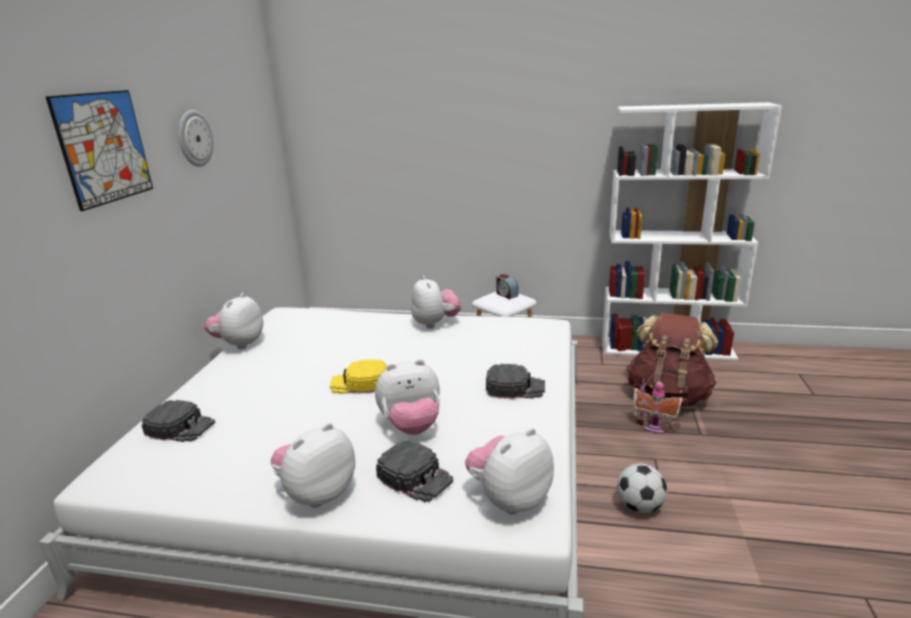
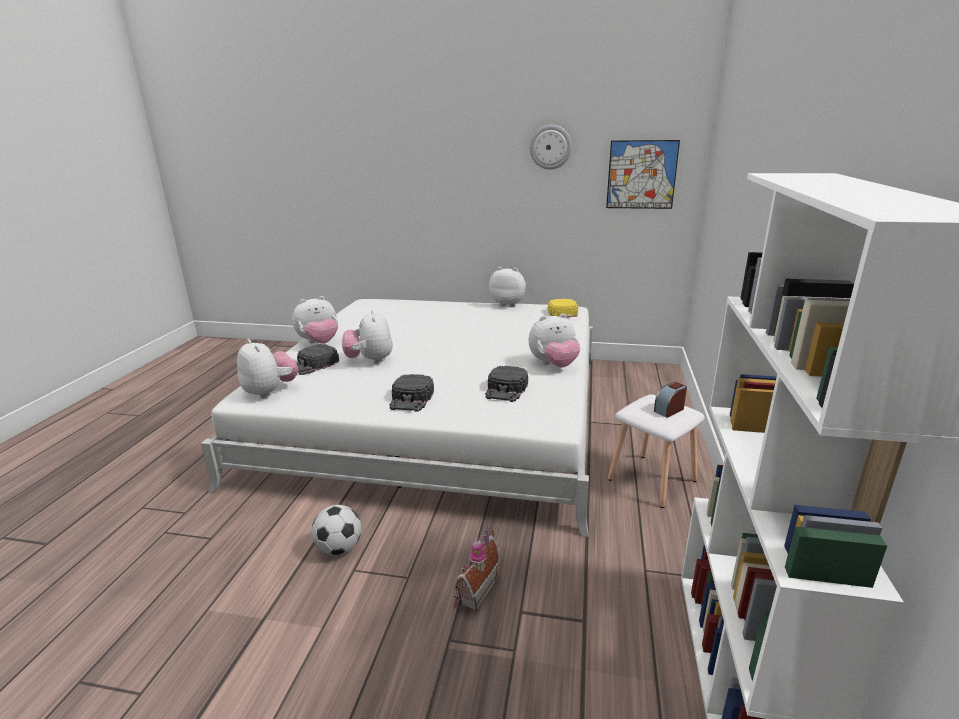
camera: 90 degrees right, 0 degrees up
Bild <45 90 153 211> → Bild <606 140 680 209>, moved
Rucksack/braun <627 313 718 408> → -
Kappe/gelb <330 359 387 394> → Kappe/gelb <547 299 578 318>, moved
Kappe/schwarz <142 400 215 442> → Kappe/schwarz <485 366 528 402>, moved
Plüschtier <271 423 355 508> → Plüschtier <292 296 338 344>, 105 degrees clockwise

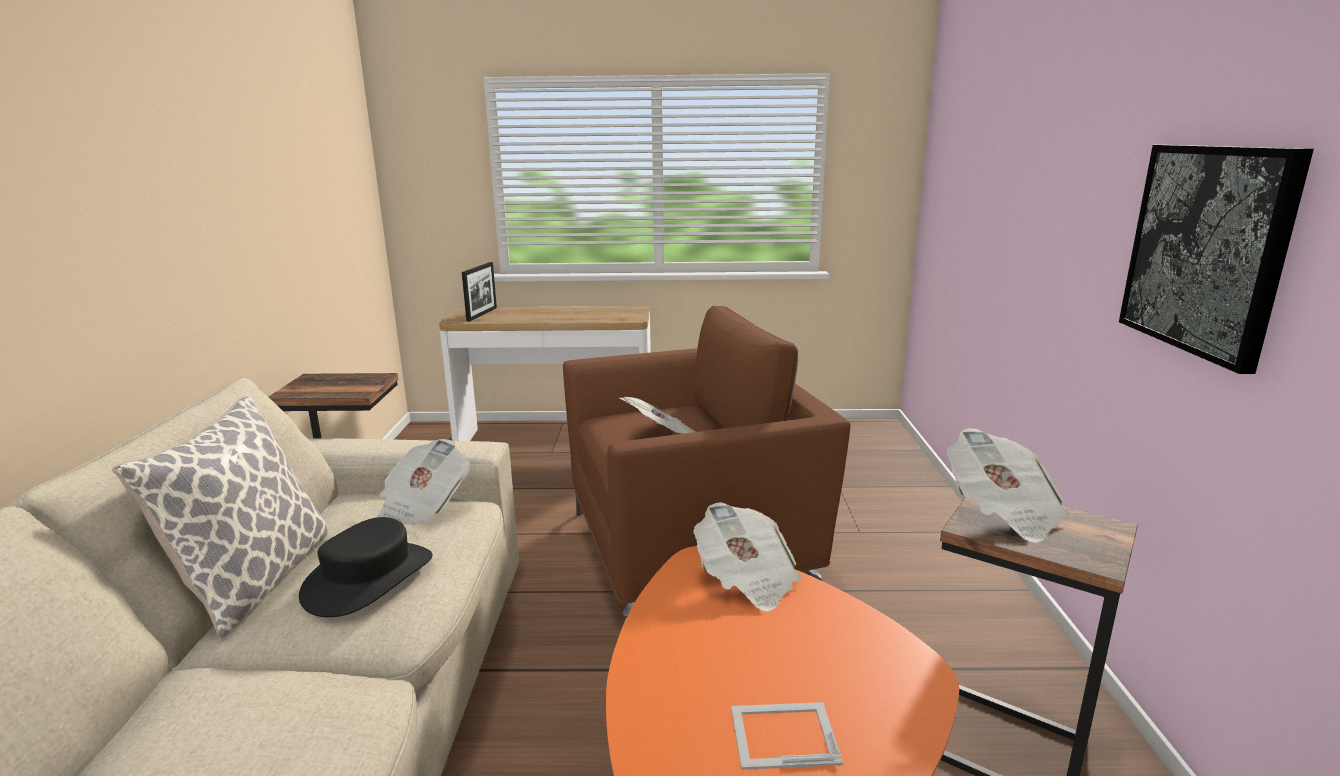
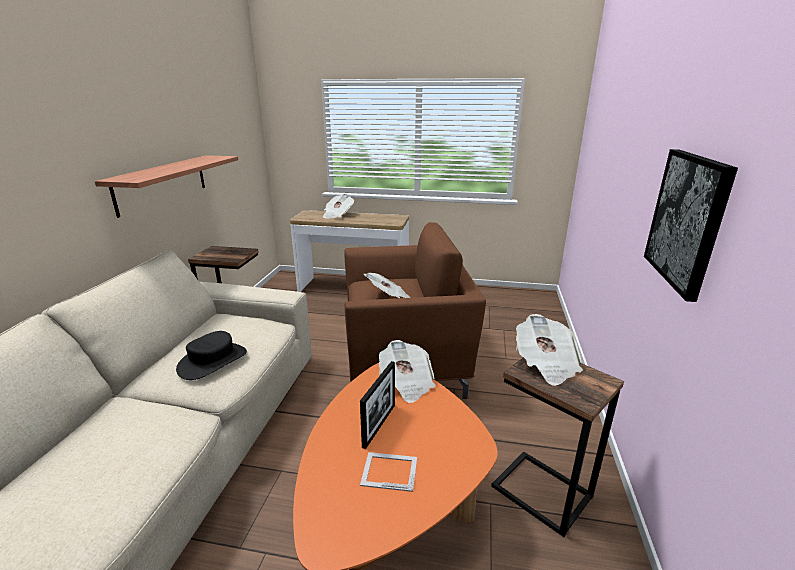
camera: 10 degrees right, 5 degrees up
Bilderrahmen <462 262 497 321> → Bilderrahmen <360 361 395 449>, moved
Kissen <112 395 329 637> → -
Zeitung <376 439 470 525> → Zeitung <323 194 354 218>, moved
- → Wandregal <95 155 238 218>

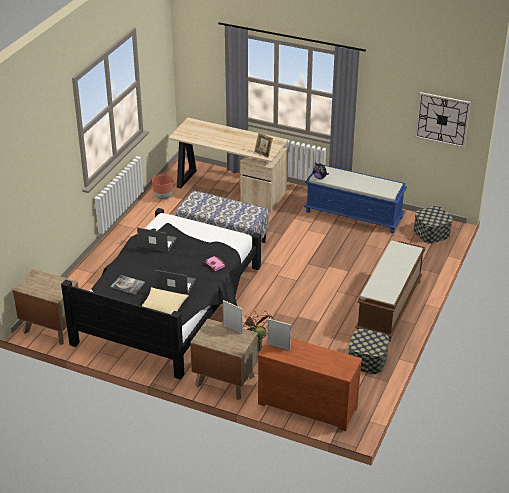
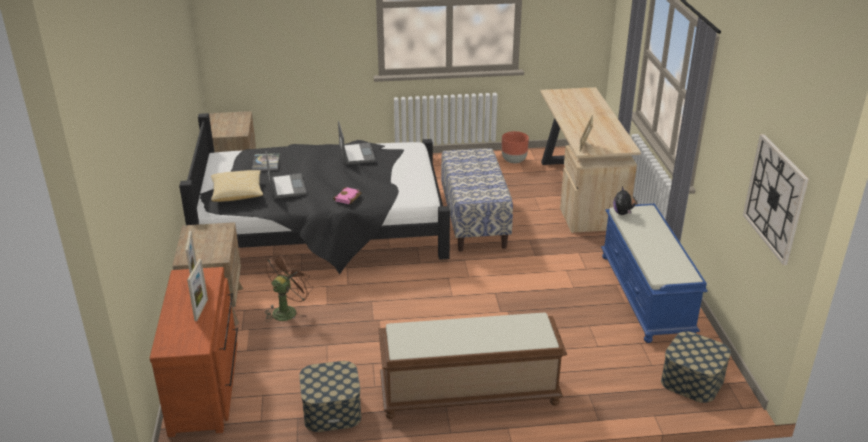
camera: 60 degrees right, 5 degrees down
Bilderrahmen <223 300 243 334> → Bilderrahmen <187 259 208 321>, moved

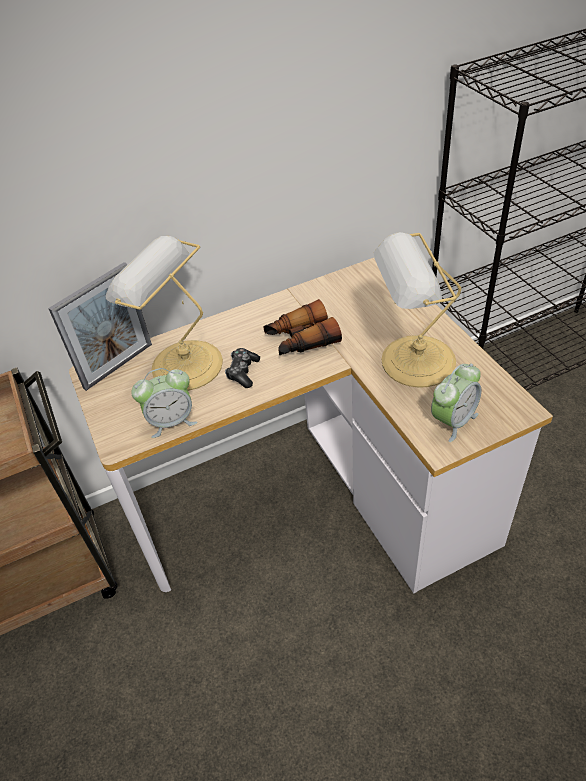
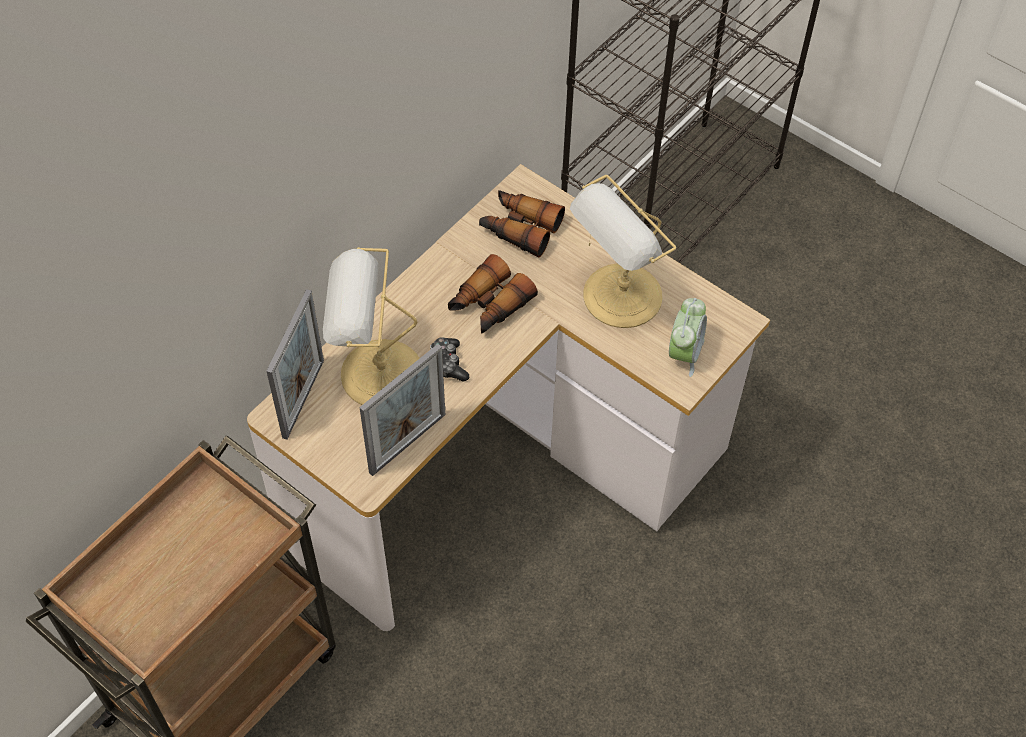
camera: 30 degrees left, 10 degrees up
Wecker <131 368 198 438> → Bilderrahmen <359 344 445 476>
- → Fernglas <479 190 565 258>

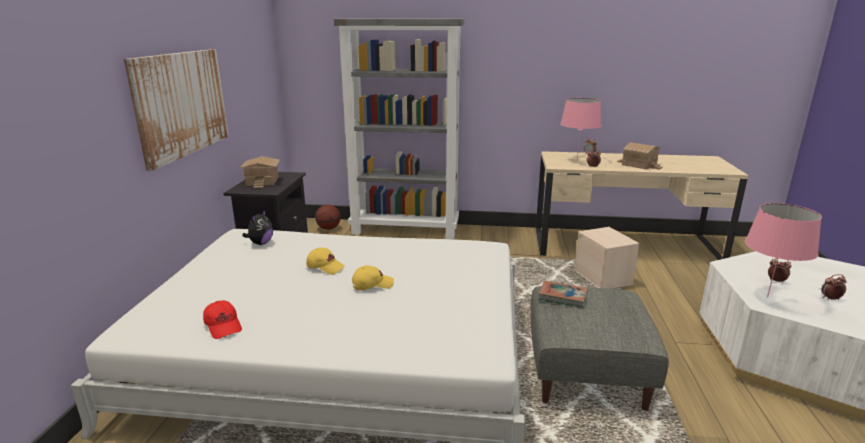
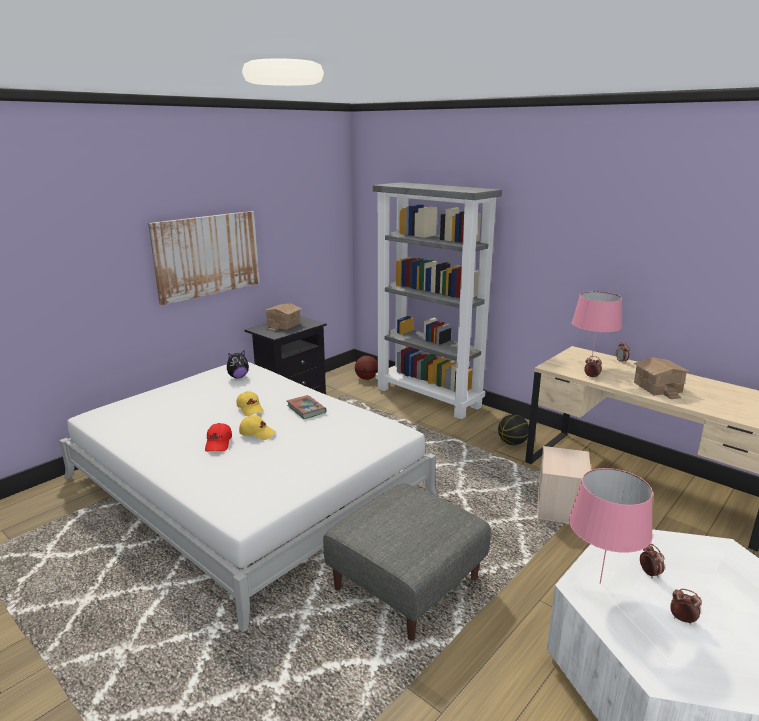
camera: 35 degrees right, 0 degrees up
Buch <539 281 588 308> → Buch <287 395 327 419>, moved
Kappe/rot <203 300 242 339> → Kappe/rot <205 423 232 452>, moved
- → Basketball <498 414 529 445>

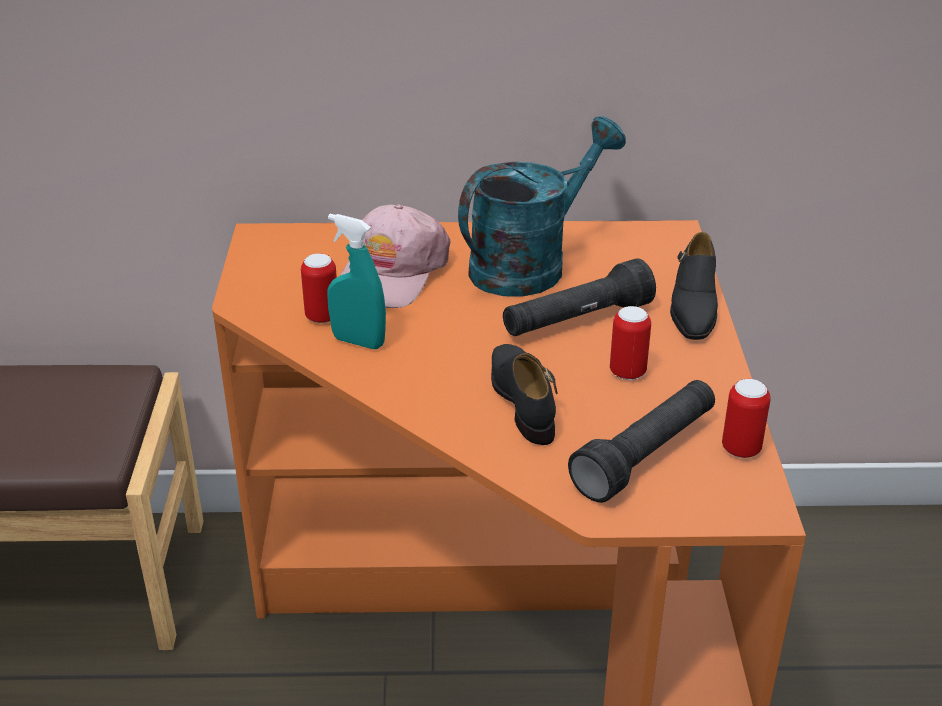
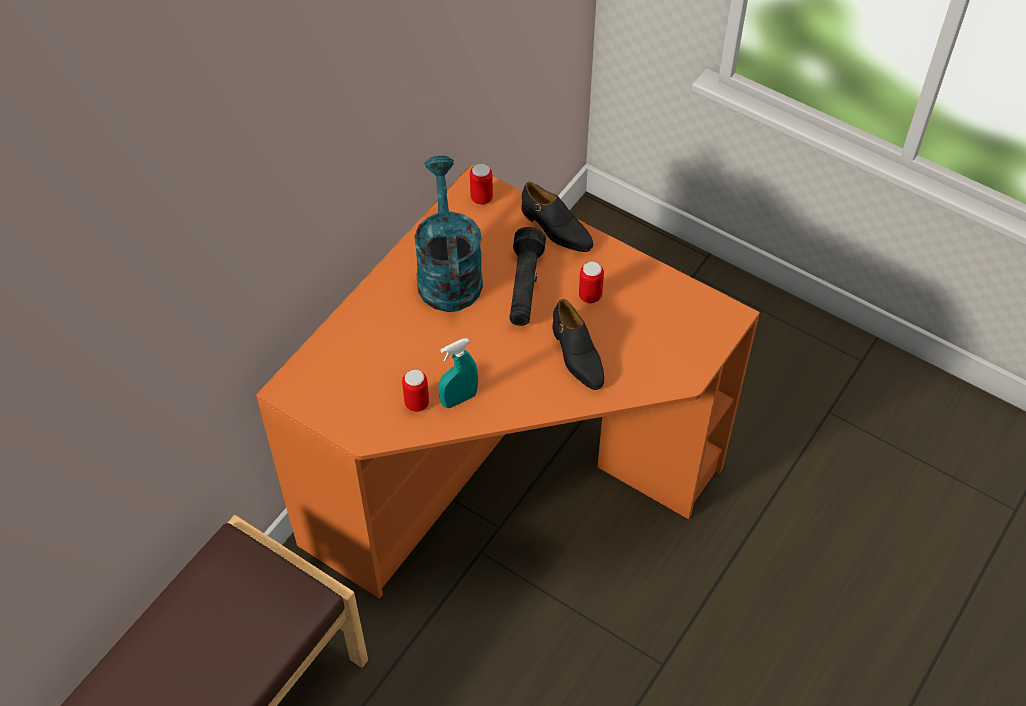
camera: 55 degrees left, 20 degrees up
Kappe/rosa <341 204 451 308> → -
Schuh/schwarz <491 344 557 445> → Schuh/schwarz <553 299 604 390>, 135 degrees counterclockwise
Dose <722 379 771 458> → Dose <470 163 493 205>, moved
Taschenlampe/schwarz <568 380 715 503> → -

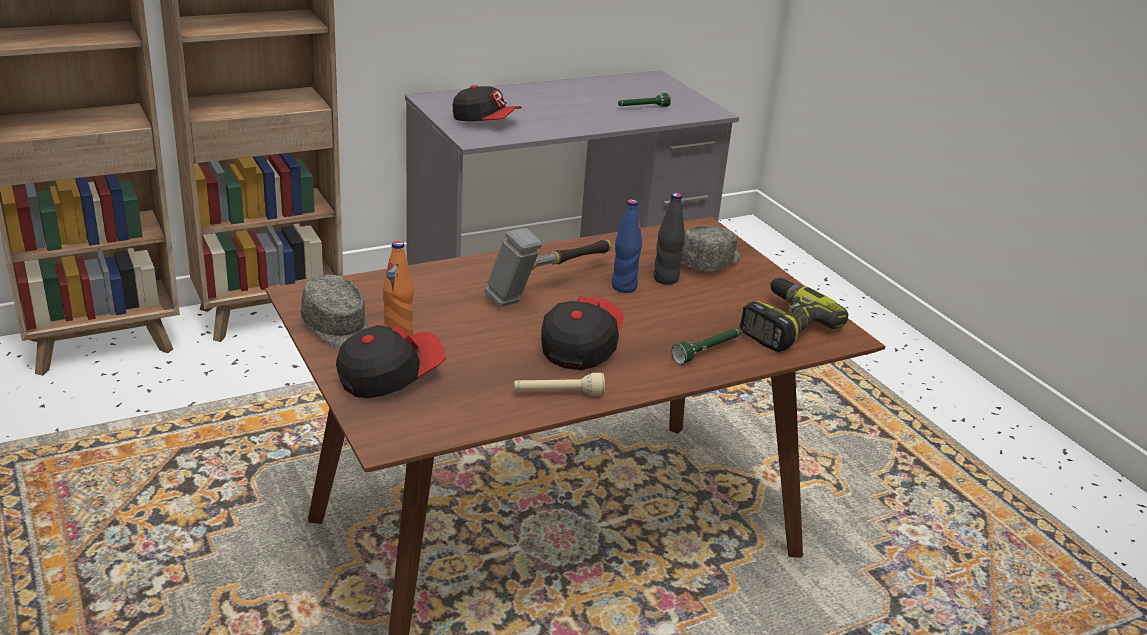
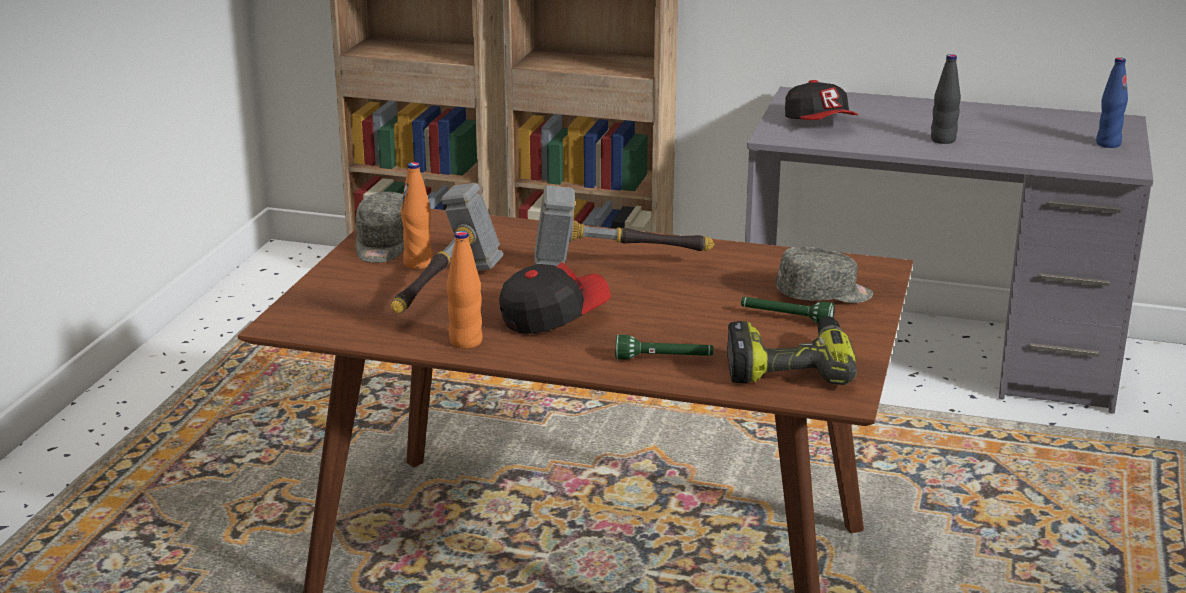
camera: 45 degrees right, 5 degrees down
Taschenlampe/grün <618 93 671 107> → Taschenlampe/grün <741 297 835 324>, moved
Flasche/schwarz <653 193 685 284> → Flasche/schwarz <931 54 961 144>, moved
Flasche/blau <612 199 642 293> → Flasche/blau <1096 57 1128 148>, moved
Kappe <336 324 446 398> → -
Taschenlampe/beige <514 373 605 395> → Flasche/orange <447 231 483 349>
- → Hammer <391 183 503 313>

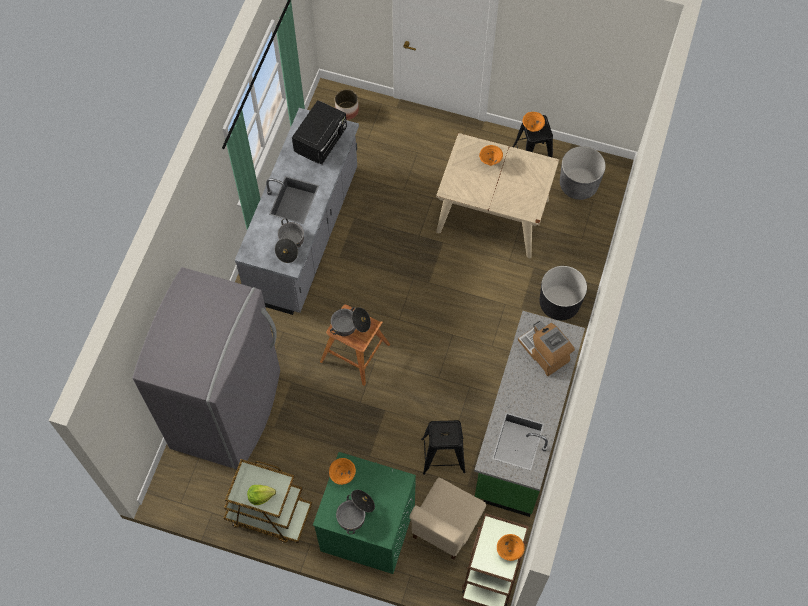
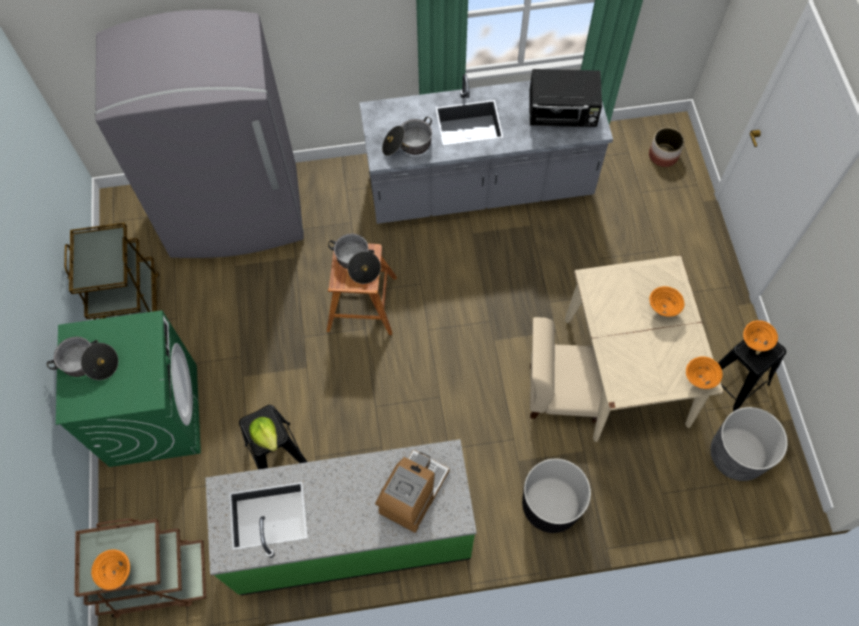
camera: 65 degrees right, 0 degrees up
Schüssel/orange <329 458 356 485> → Schüssel/orange <686 356 722 389>, moved
Stuhl/beige <410 477 486 559> → Stuhl/beige <530 317 603 422>, moved
Salatkopf <247 485 276 505> → Salatkopf <249 417 277 451>, moved

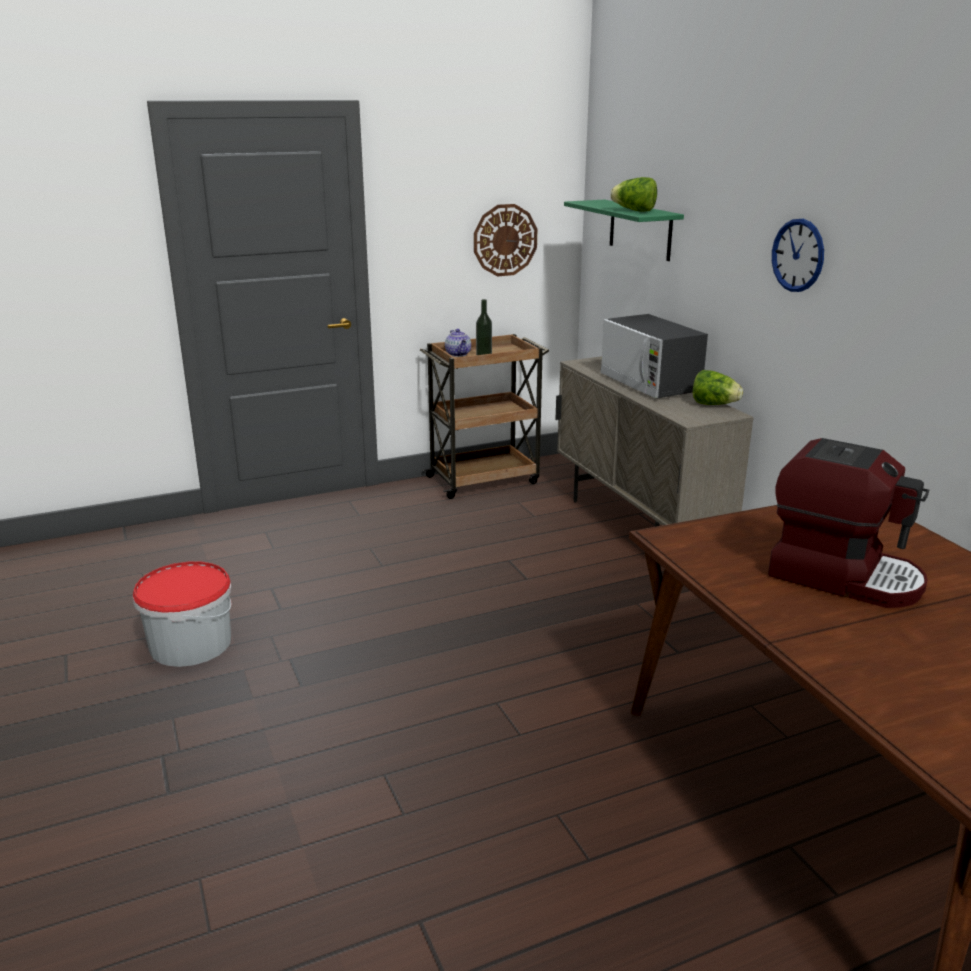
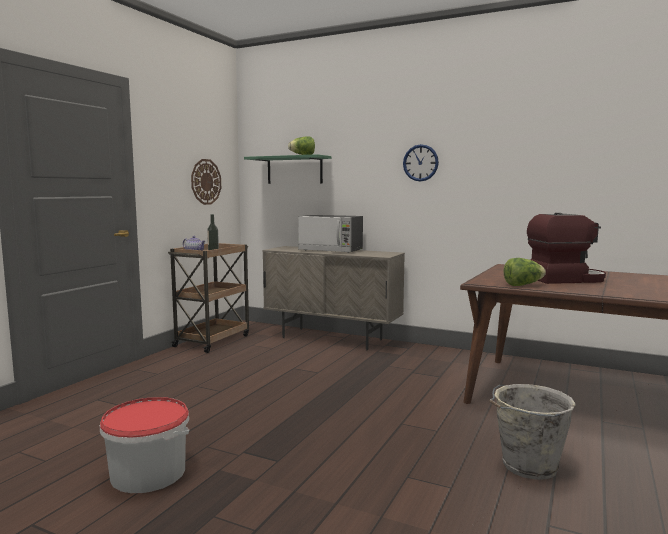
camera: 40 degrees left, 15 degrees down
Salatkopf <693 370 743 405> → Salatkopf <503 258 546 286>, moved
- → Eimer/grau <489 384 576 480>

